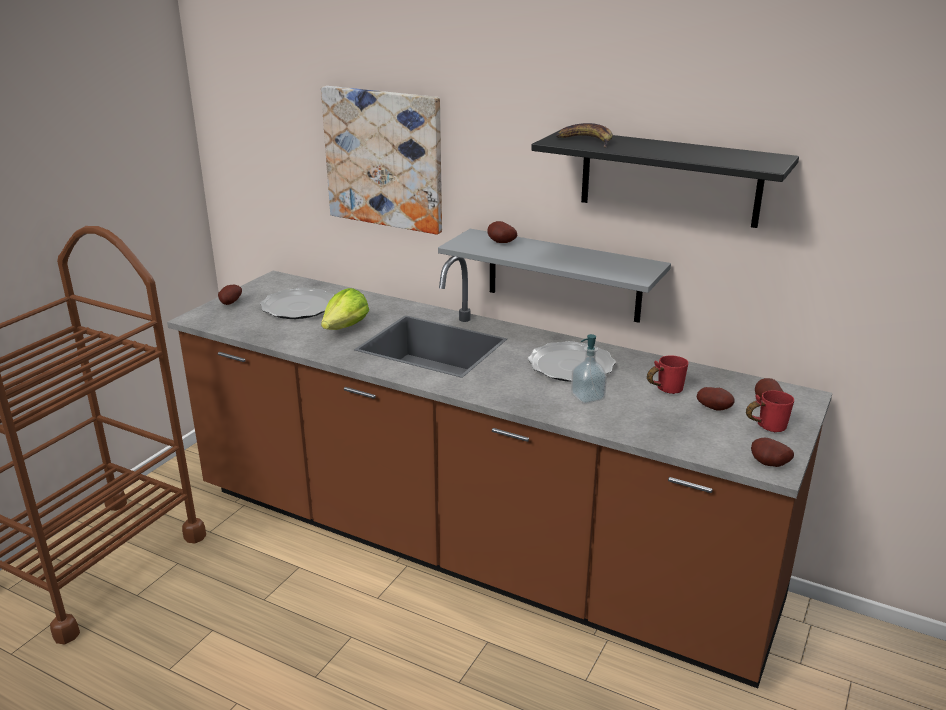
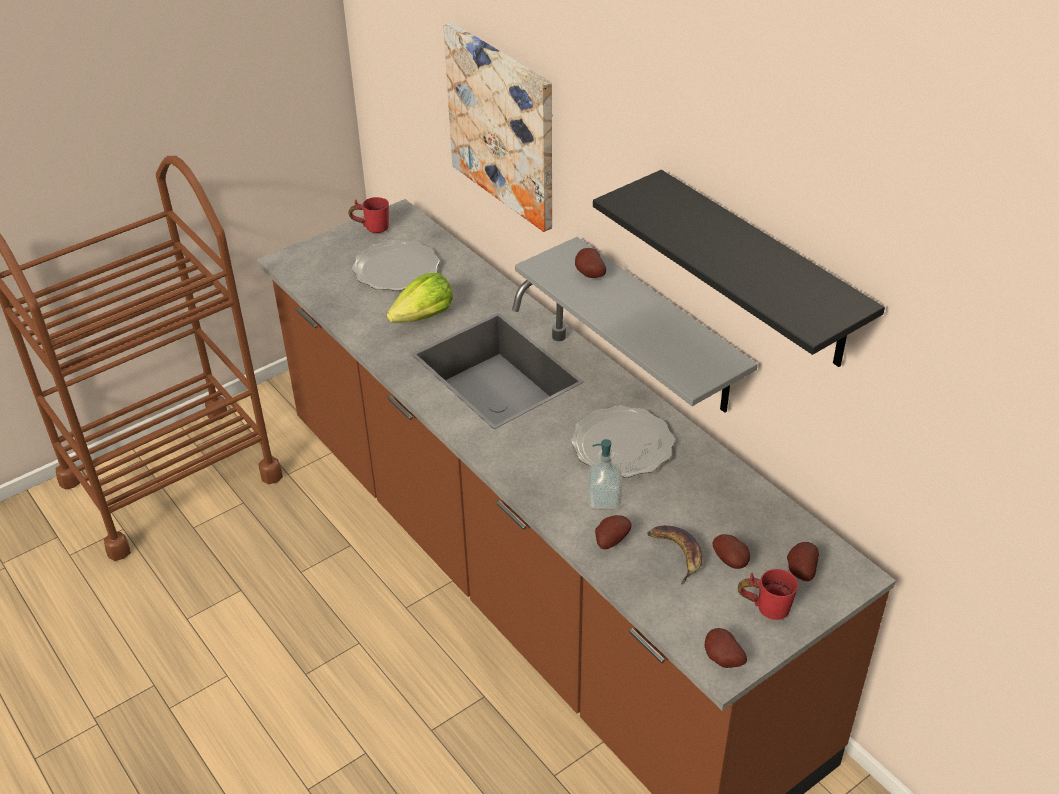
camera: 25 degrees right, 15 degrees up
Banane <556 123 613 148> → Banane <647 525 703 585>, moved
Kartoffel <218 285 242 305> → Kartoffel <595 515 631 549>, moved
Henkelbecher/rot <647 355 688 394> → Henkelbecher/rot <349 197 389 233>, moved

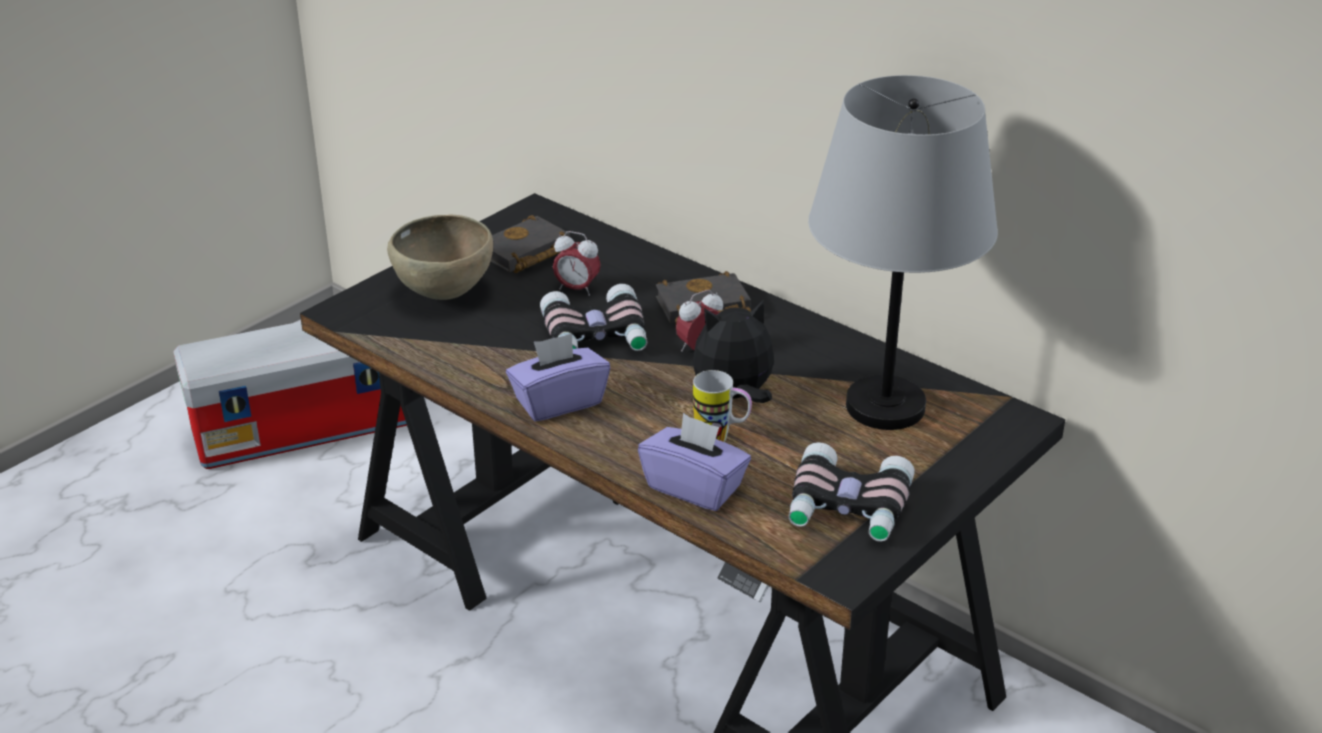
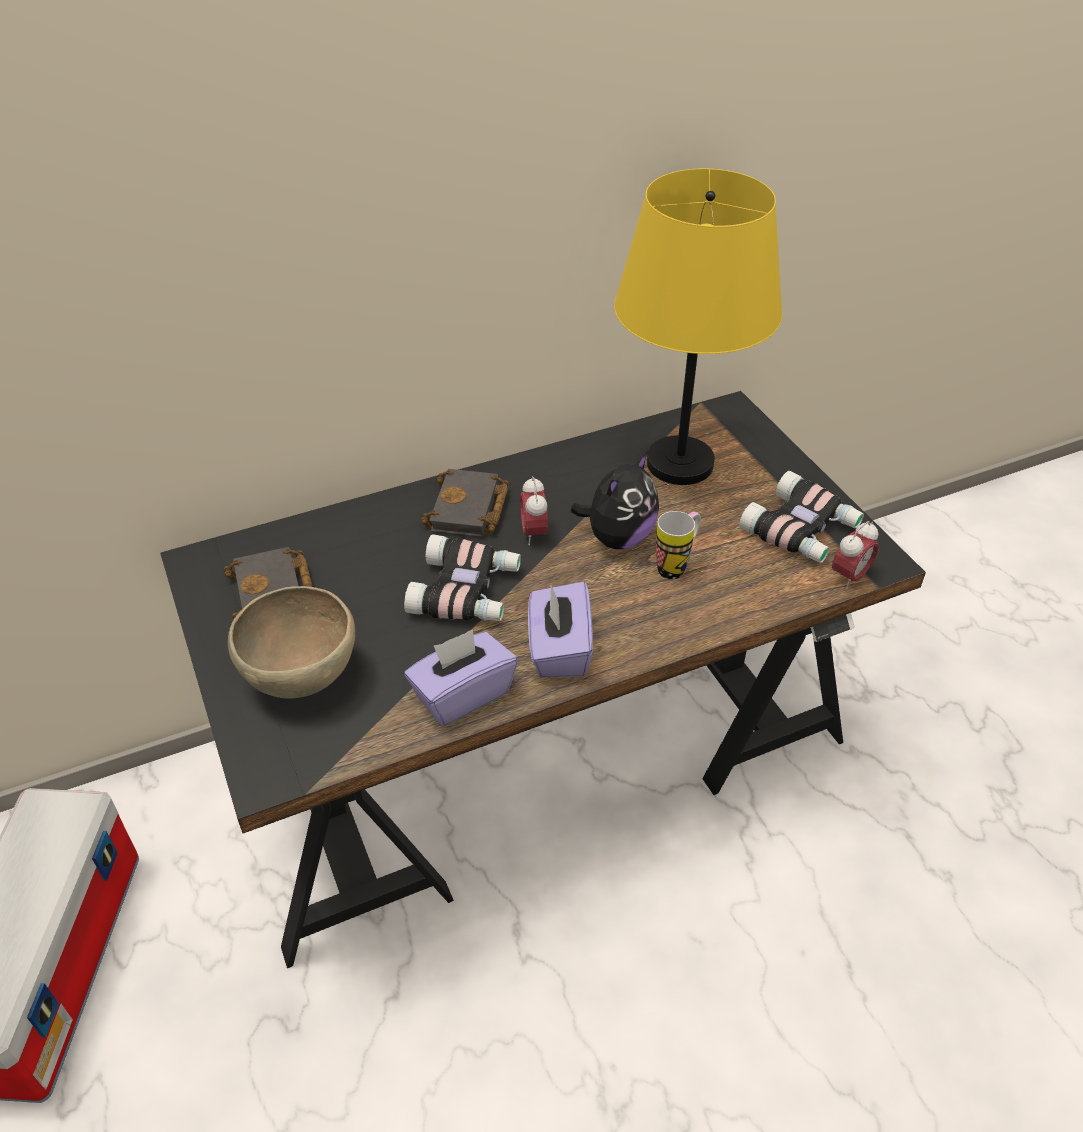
camera: 65 degrees left, 10 degrees up
Tischlampe/grau <808 75 998 430> → Tischlampe/gelb <614 169 782 485>
Wecker <553 231 601 296> → Wecker <832 521 879 589>, moved
Plüschtier <693 300 774 403> → Plüschtier <571 452 659 549>, 150 degrees counterclockwise
Taschentuchbox/lila <638 413 751 511> → Taschentuchbox/lila <404 629 517 726>, moved

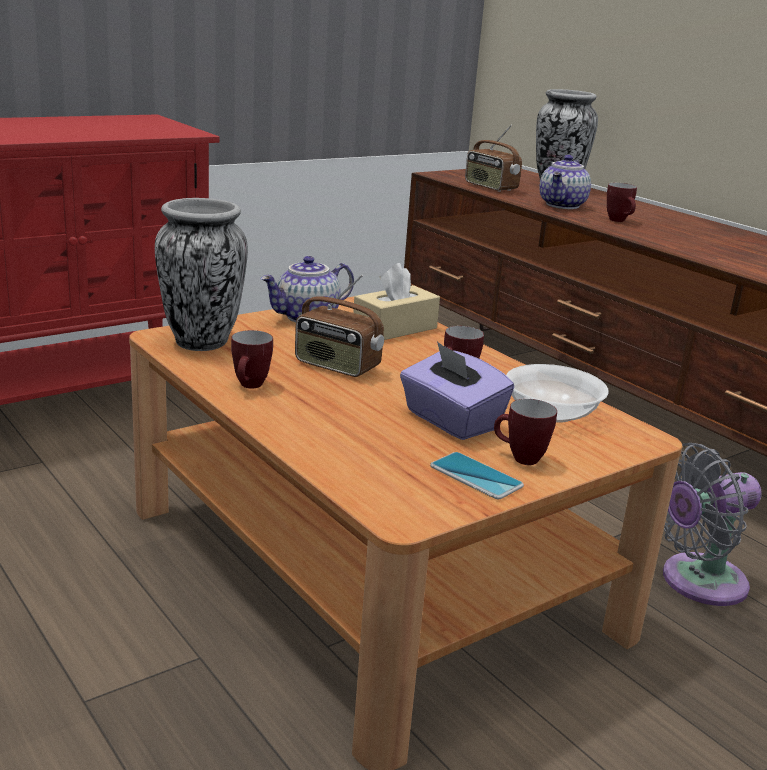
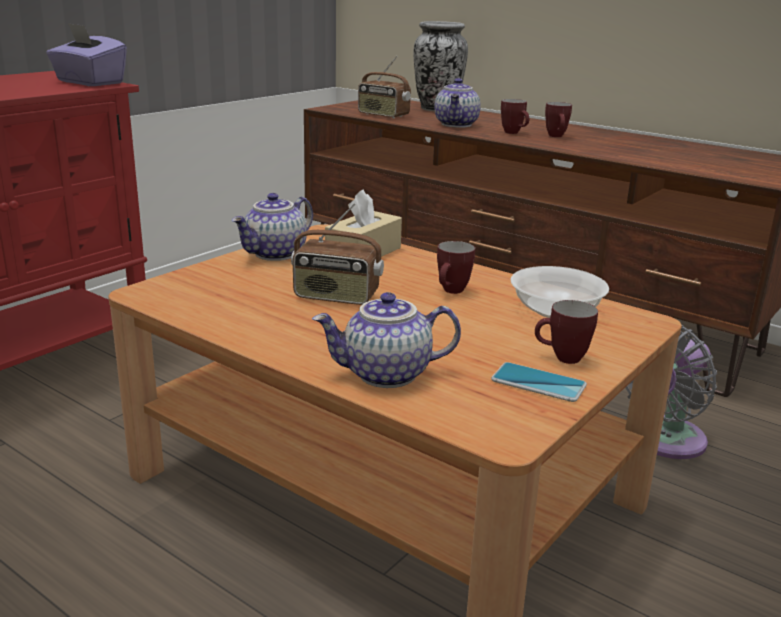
camera: 15 degrees left, 0 degrees up
Vase <155 198 248 351> → -
Henkelbecher <231 330 273 389> → Henkelbecher <545 102 572 137>, moved
Taschentuchbox/lila <400 341 514 440> → Taschentuchbox/lila <46 23 127 86>, moved
- → Teekanne <312 292 461 388>

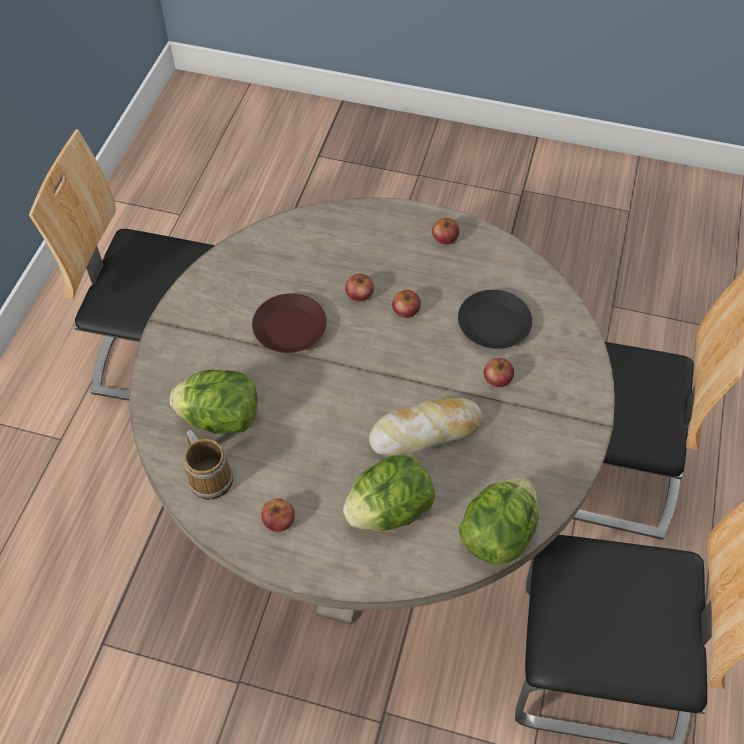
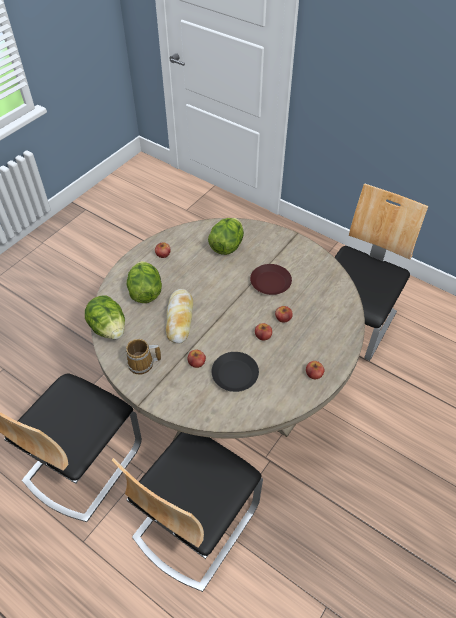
camera: 110 degrees right, 5 degrees down
Henkelbecher <184 430 233 500> → Henkelbecher <126 339 161 375>, moved

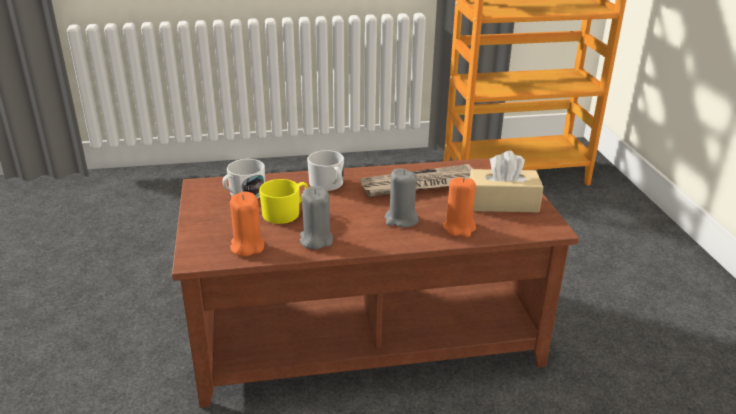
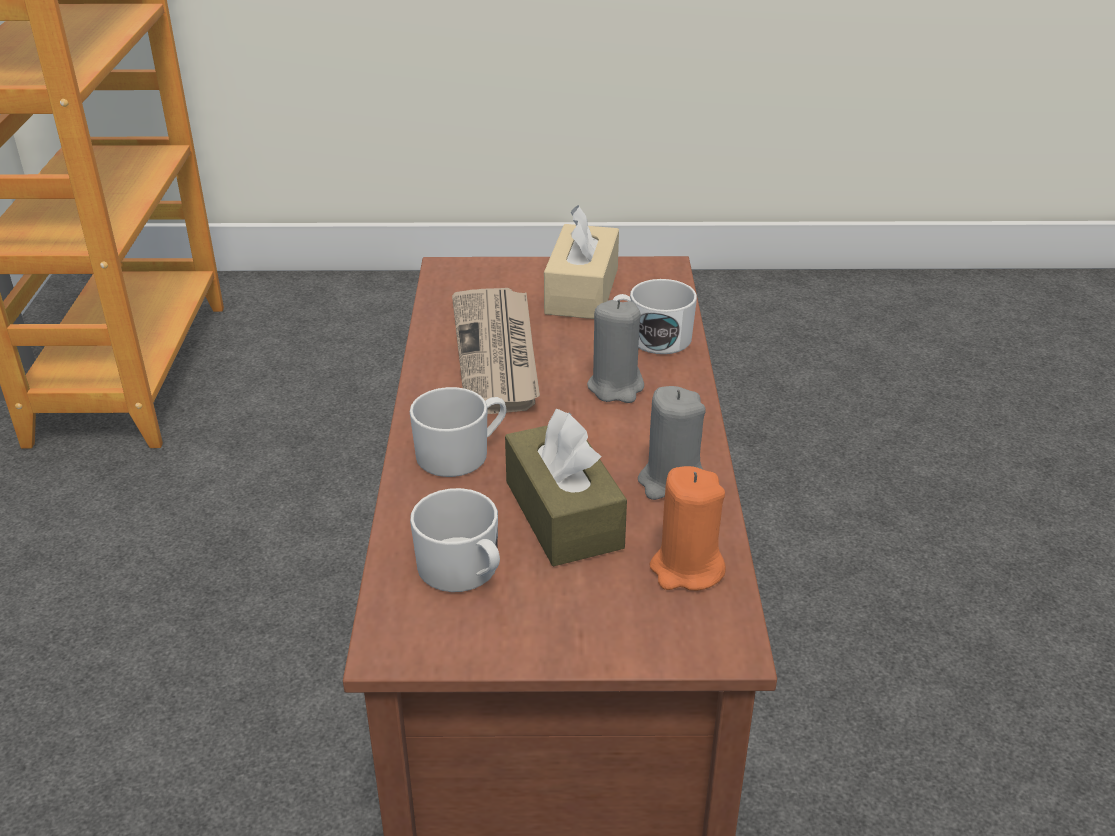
camera: 80 degrees left, 5 degrees up
Kerze/orange <443 177 476 237> → Henkelbecher/weiß <613 279 697 354>
Henkelbecher/gelb <259 179 308 224> → Taschentuchbox/braun <505 409 627 566>

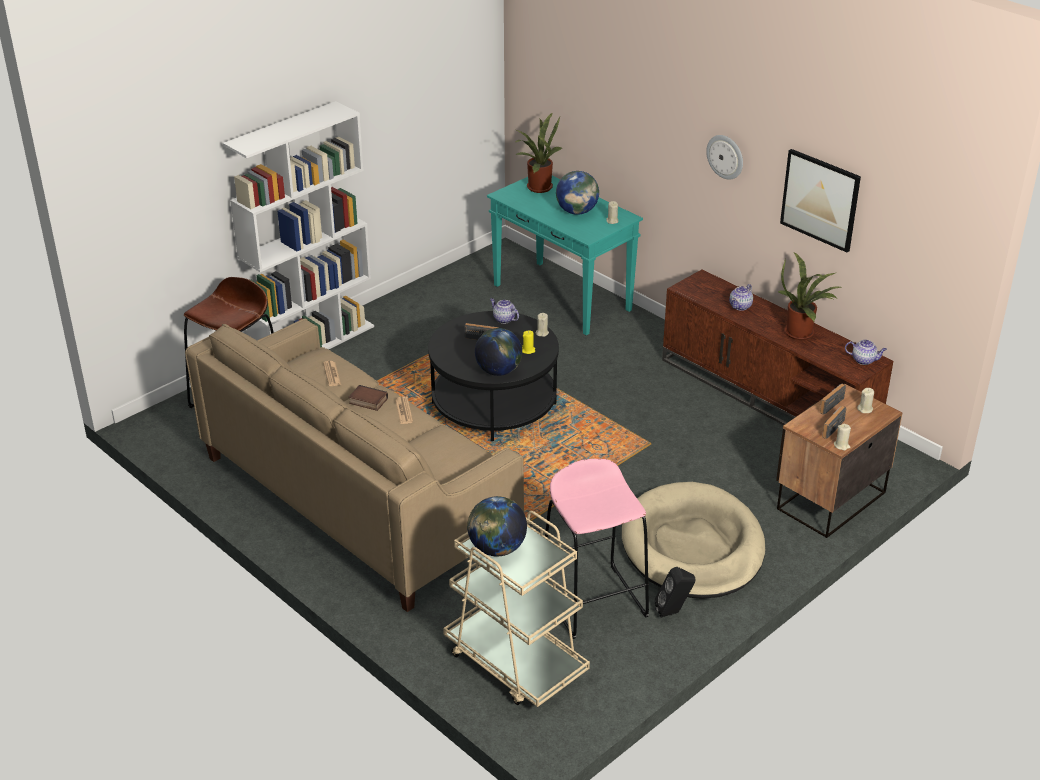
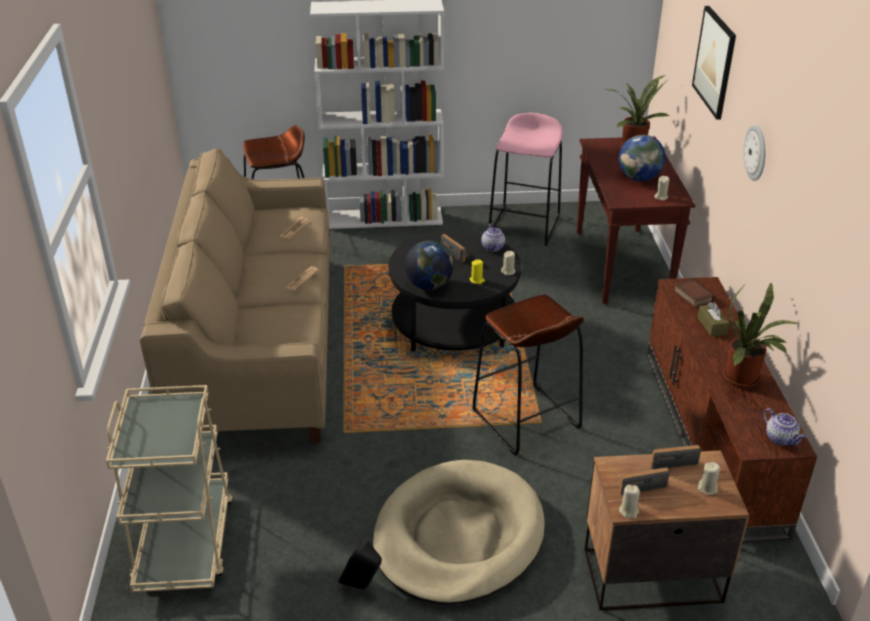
camera: 40 degrees right, 0 degrees up
Bild <780 149 861 252> → Bild <692 6 736 120>, moved
Konsolentisch/türkis <487 176 643 335> → Konsolentisch/braun <576 136 695 304>
Teekanne <729 284 753 311> → Taschentuchbox/braun <697 302 729 336>
Buch <349 385 388 411> → Buch <674 279 715 308>, moved
Hocker/rosa <545 459 649 639> → Hocker/rosa <488 113 563 246>, moved
Globus <467 496 527 557> → -
- → Hocker/braun <472 295 584 456>

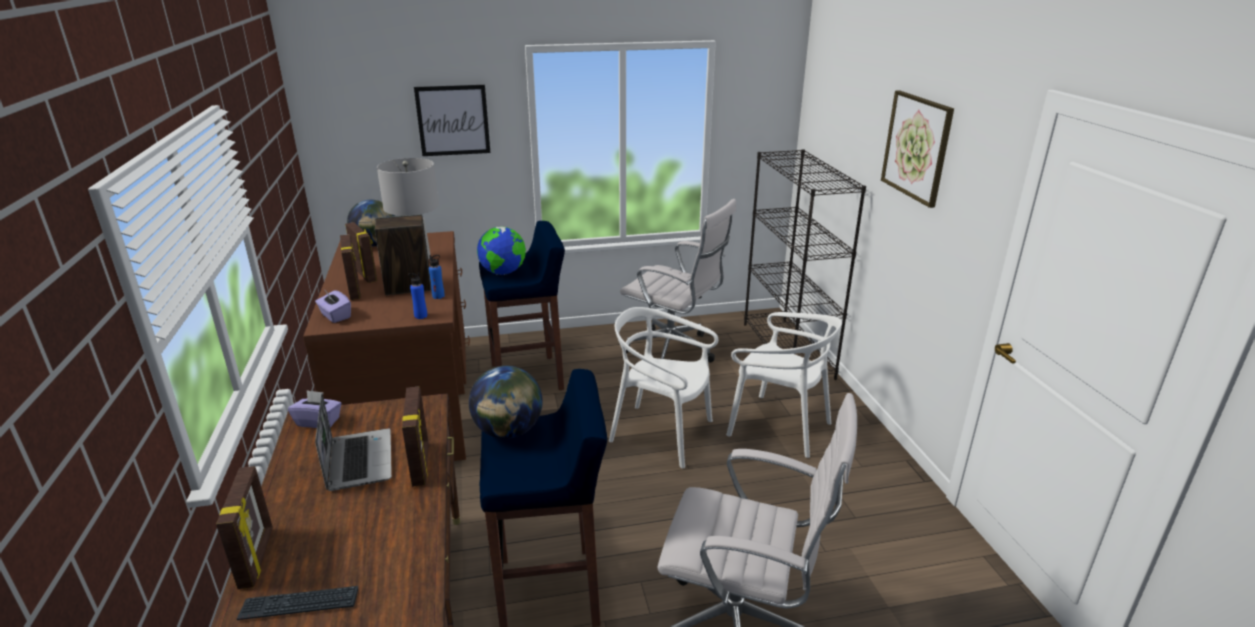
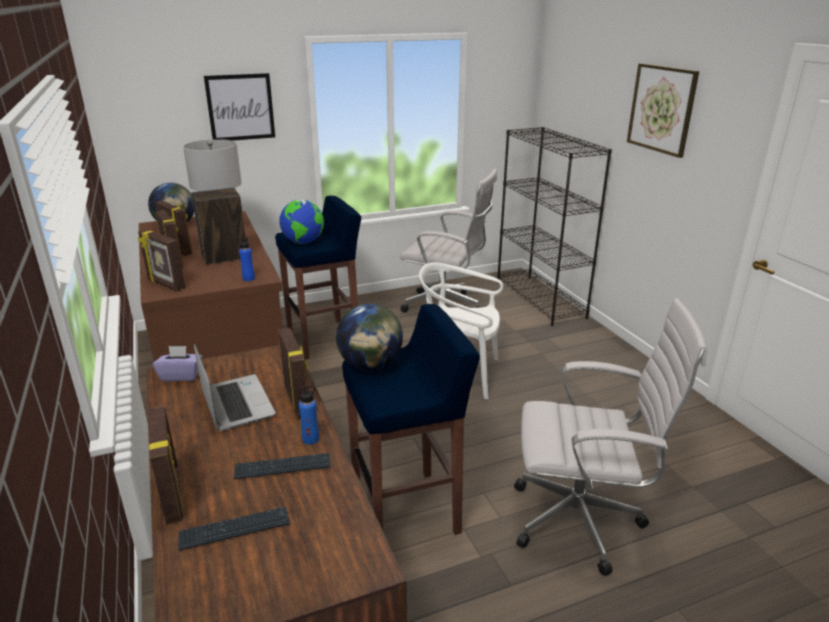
camera: 10 degrees left, 0 degrees up
Flasche/blau <429 255 445 299> → Flasche/blau <299 386 319 445>, moved
Taschentuchbox/lila <315 290 351 323> → Bilderrahmen <138 229 185 291>
Stuhl/weiß <726 312 842 458> → -
- → Tastatur <234 453 331 479>

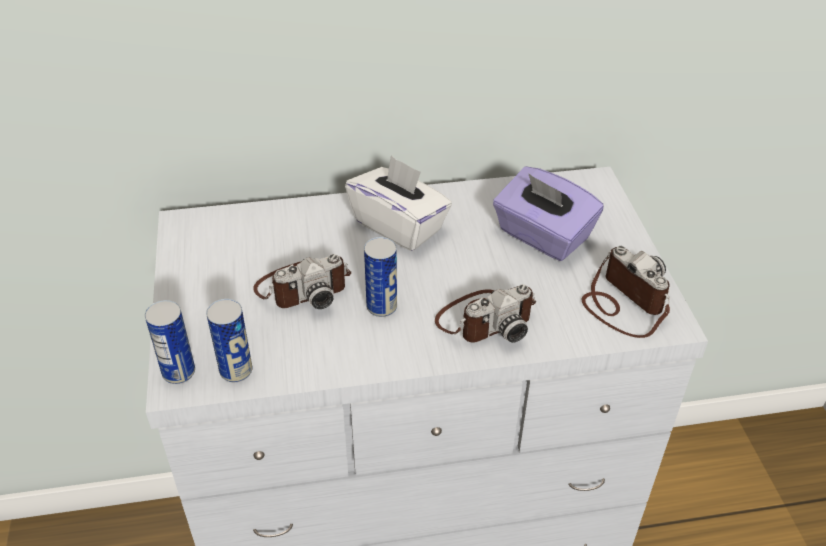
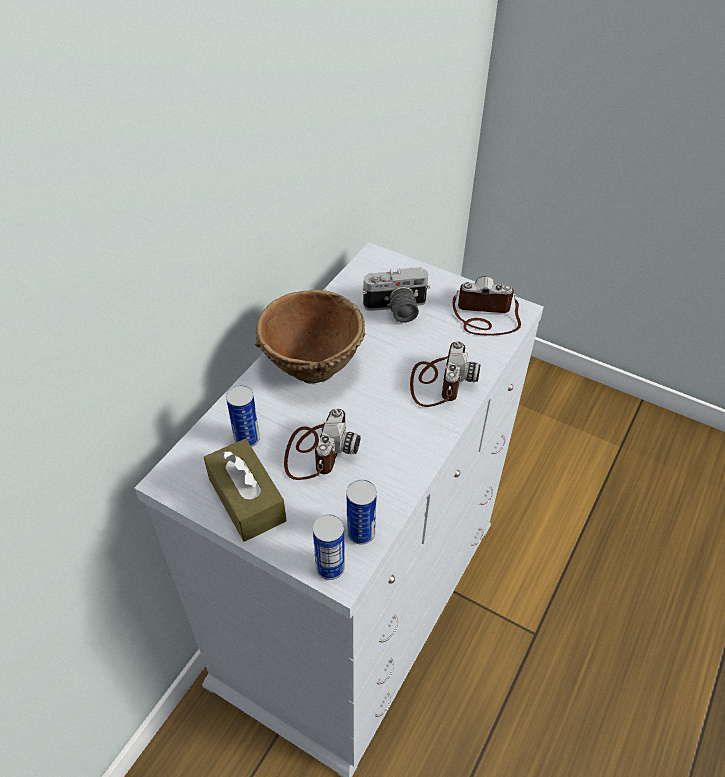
camera: 50 degrees left, 5 degrees up
Taschentuchbox/weiß <345 155 452 251> → Schüssel/braun <255 290 366 384>
Taschentuchbox/lila <493 167 604 261> → Kamera <363 267 430 323>
Dose <364 237 397 317> → Dose <226 386 260 447>, moved
- → Taschentuchbox/braun <204 439 287 542>

